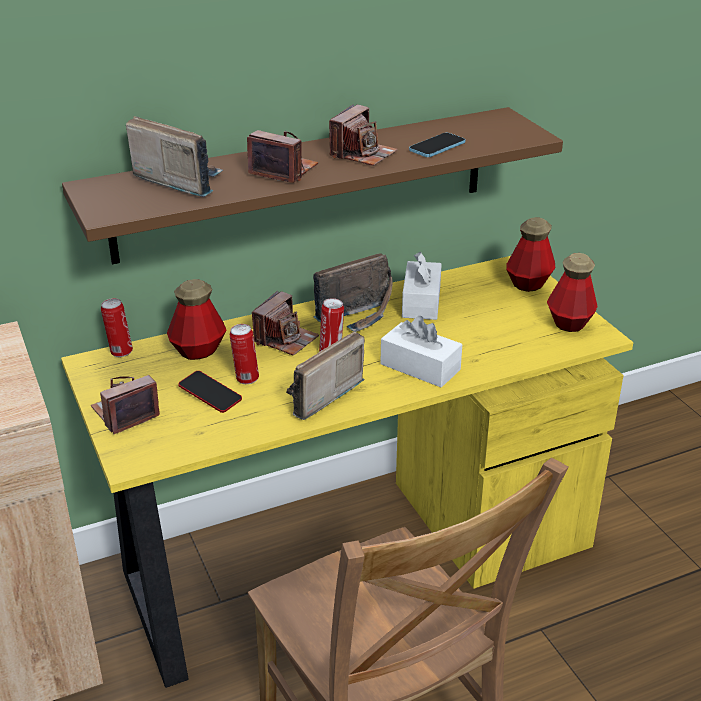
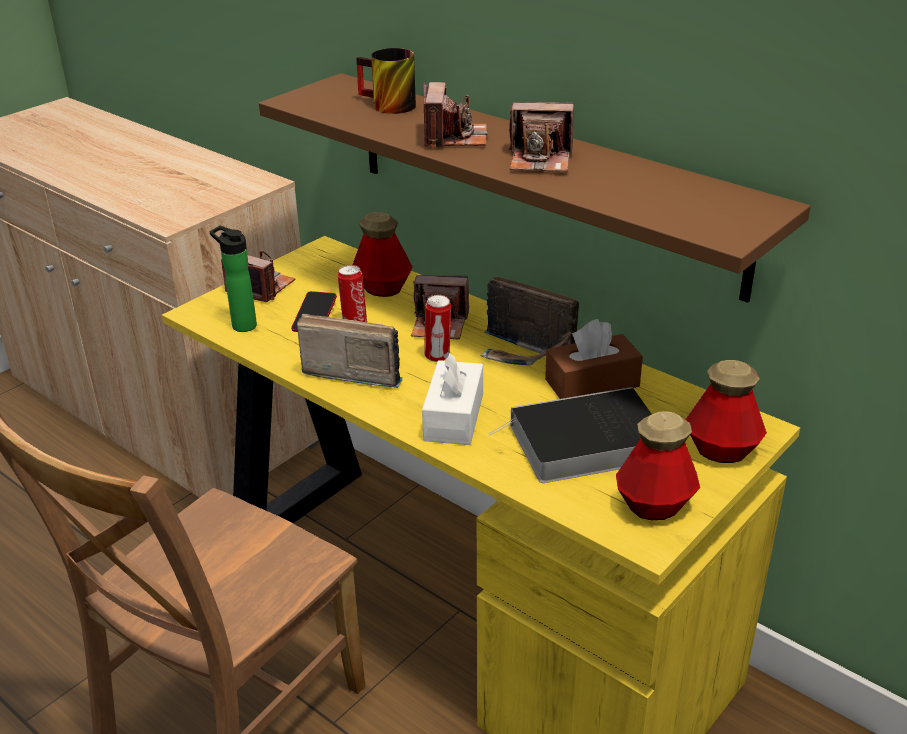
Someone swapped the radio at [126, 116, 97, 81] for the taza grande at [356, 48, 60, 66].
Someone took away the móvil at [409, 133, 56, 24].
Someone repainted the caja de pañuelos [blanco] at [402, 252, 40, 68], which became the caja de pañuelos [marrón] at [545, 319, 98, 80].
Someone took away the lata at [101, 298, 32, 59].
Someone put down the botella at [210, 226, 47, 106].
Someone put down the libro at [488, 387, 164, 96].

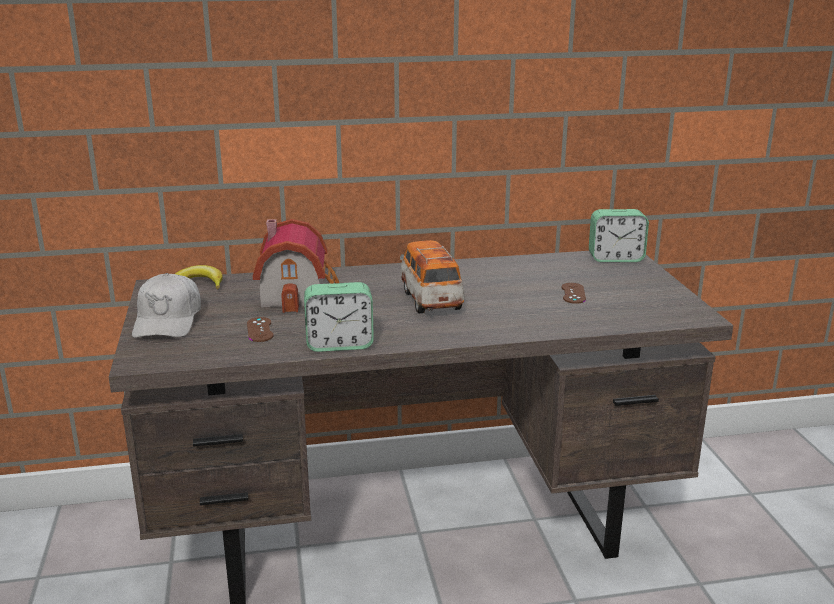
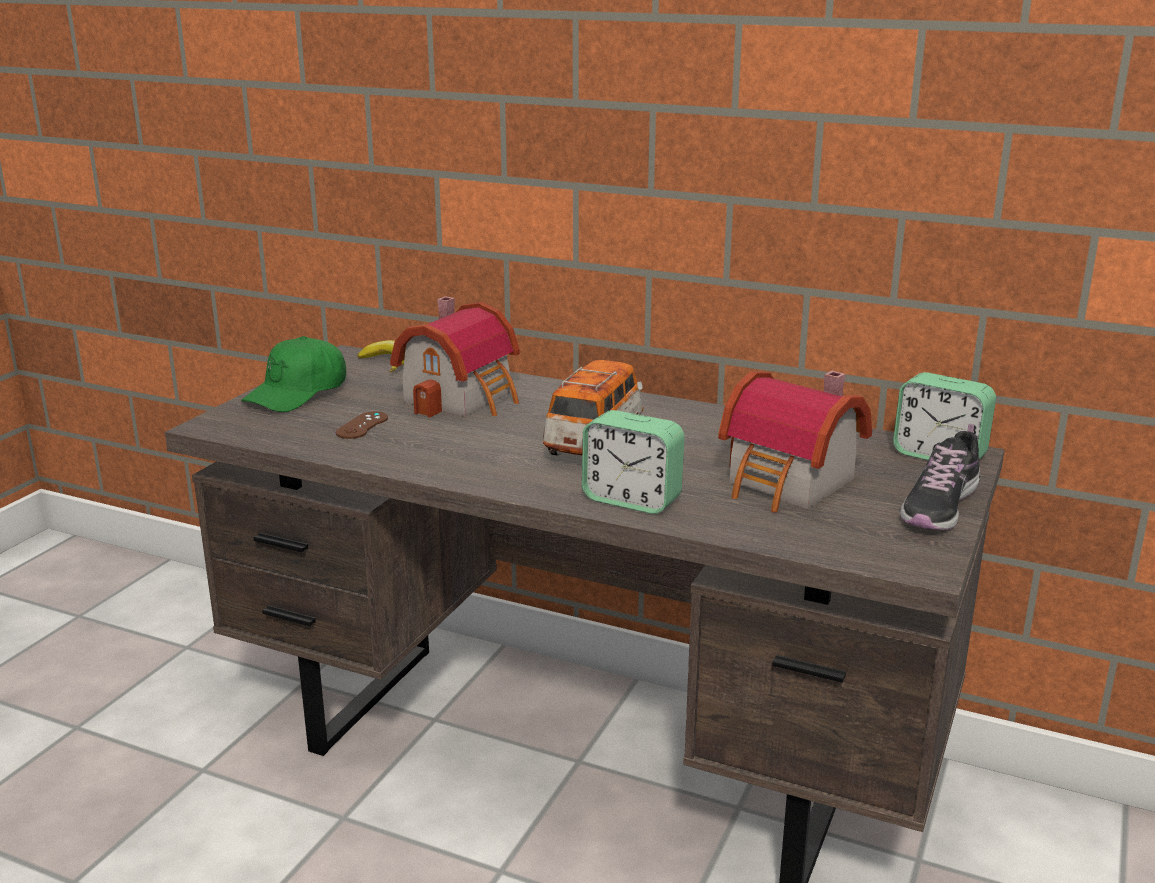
Someone repainted the gorra [blanco] at [132, 273, 69, 65], which became the gorra [verde] at [241, 336, 105, 76].
Someone carried the despertador from [304, 282, 70, 70] to [582, 410, 103, 104].
Someone swapped the mando de consola [marrón] at [561, 283, 25, 21] for the casita at [718, 371, 154, 141].
Someone put down the zapato at [900, 424, 80, 106].

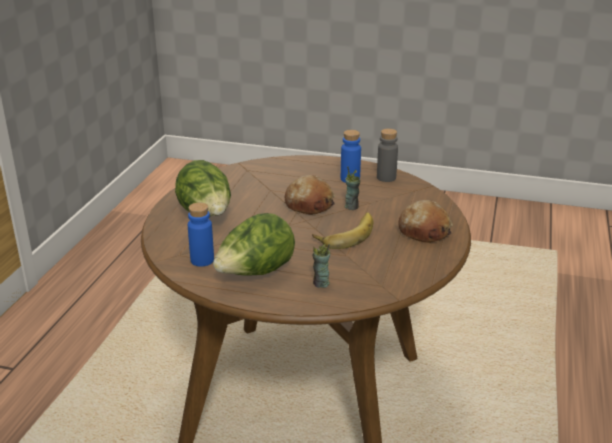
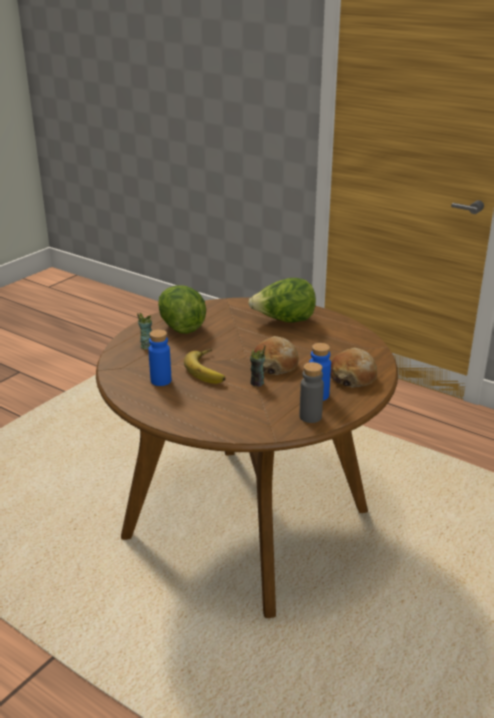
Someone carried the pan from [398, 200, 55, 43] to [331, 347, 46, 40].
Someone carried the botella [azul] from [188, 203, 26, 64] to [148, 329, 23, 57].

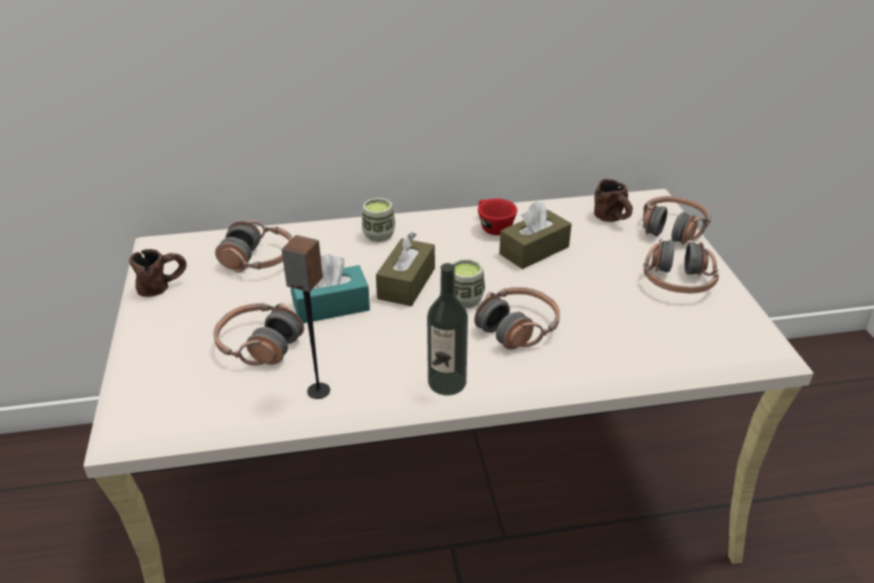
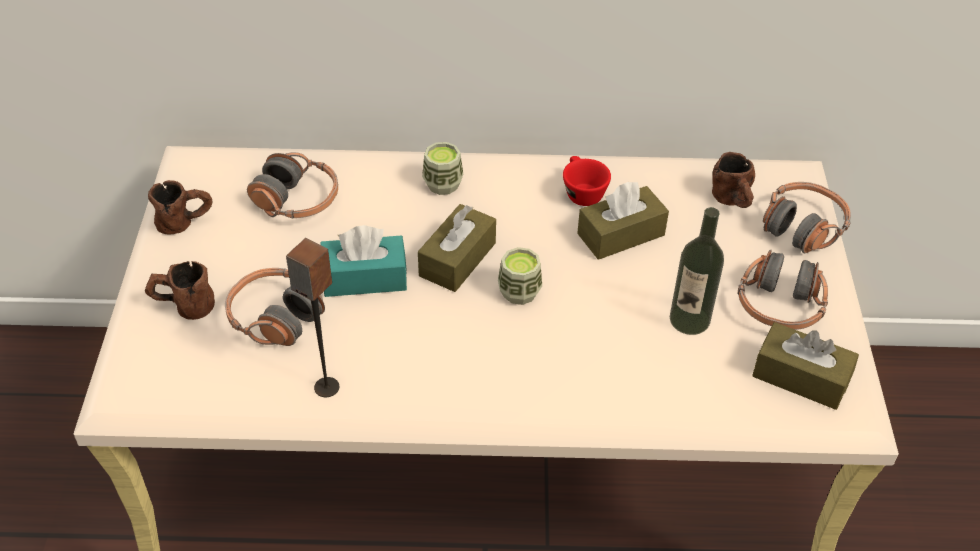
Someone carried the botella from [427, 263, 41, 132] to [670, 207, 54, 128].
Someone took away the auriculares at [474, 287, 86, 63].
Someone put down the taza grande [marrón] at [145, 261, 70, 59].
Someone put down the caja de pañuelos [marrón] at [752, 322, 107, 88].

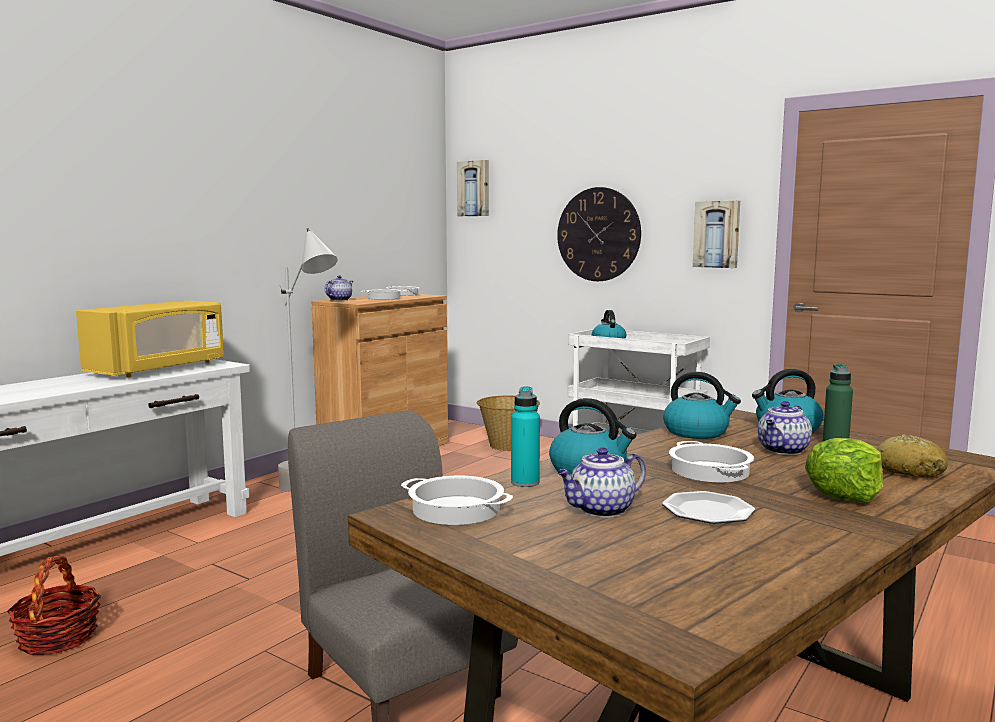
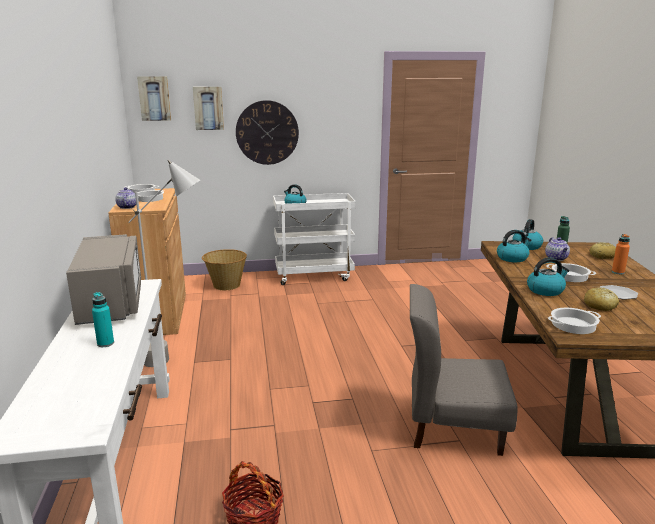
Someone carried the cuadro from [693, 201, 47, 67] to [193, 87, 31, 43].
Someone repainted the microondas [amarillo] at [76, 301, 148, 76], which became the microondas [gris] at [66, 234, 75, 91].
Someone carried the botella [turquesa] from [511, 386, 29, 101] to [92, 292, 22, 55].
Someone swapped the lechuga at [805, 438, 78, 64] for the botella [naranja] at [612, 234, 18, 40].
Someone swapped the tetera at [557, 448, 89, 70] for the pan at [584, 287, 35, 24].

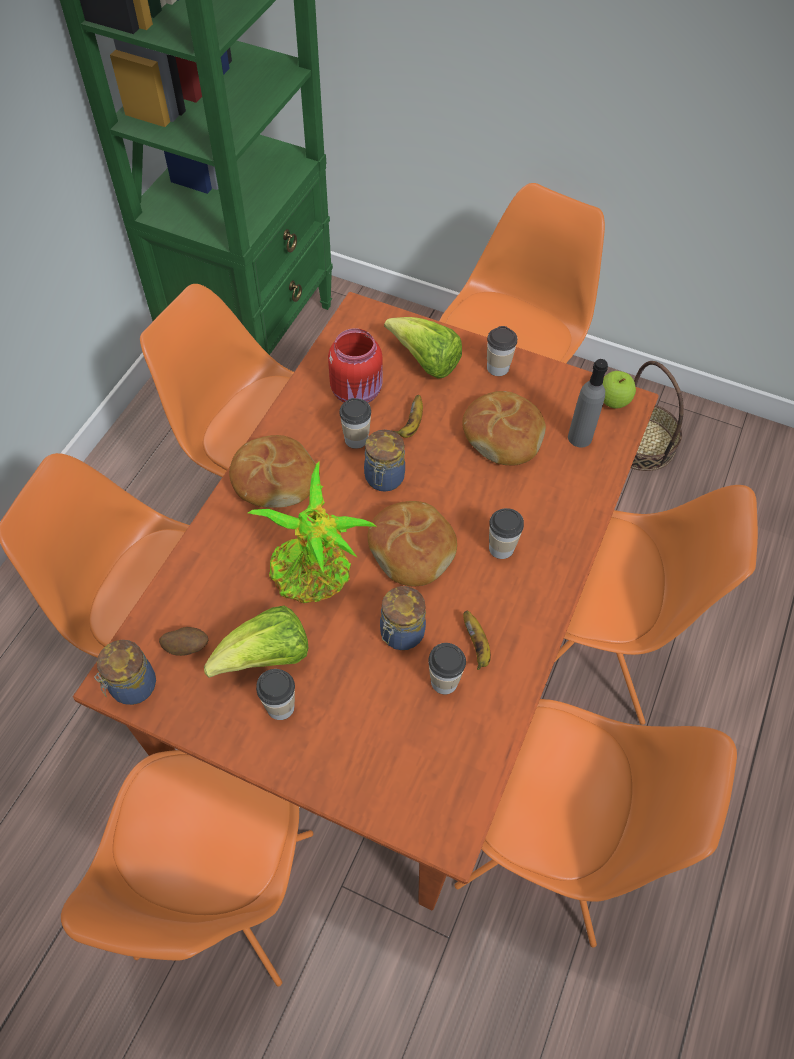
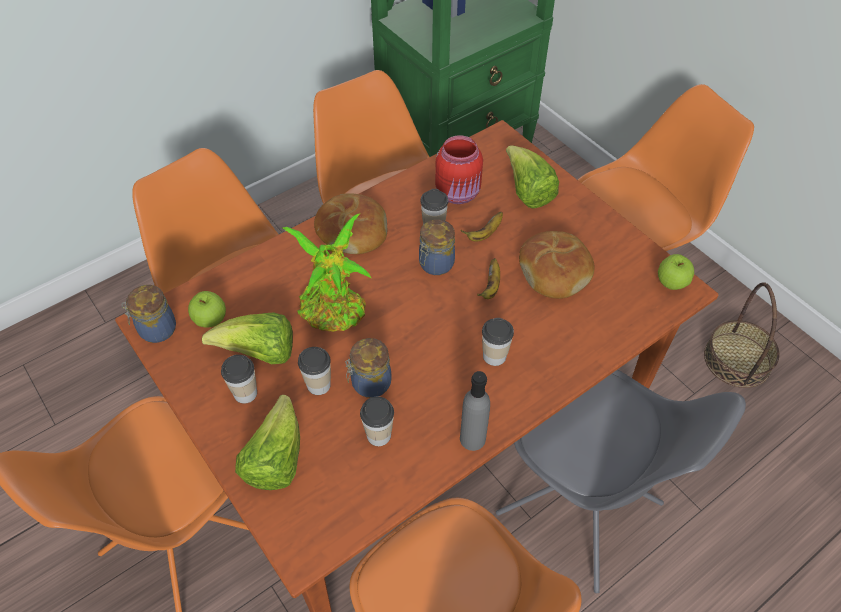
Someone carried the taza from [487, 326, 30, 50] to [298, 347, 33, 48].
Someone carried the botella [gris] from [568, 359, 40, 88] to [460, 371, 30, 80].
Someone repainted the silla [naranja] at [554, 485, 204, 240], which became the silla [gris] at [496, 370, 250, 223].
Someone took away the pan at [368, 501, 89, 85].
Someone carried the plátano from [463, 611, 28, 59] to [477, 258, 23, 41].
Someone swapped the patata at [159, 627, 49, 29] for the manzana at [188, 291, 38, 36].
Someone put down the lechuga at [235, 395, 65, 95].

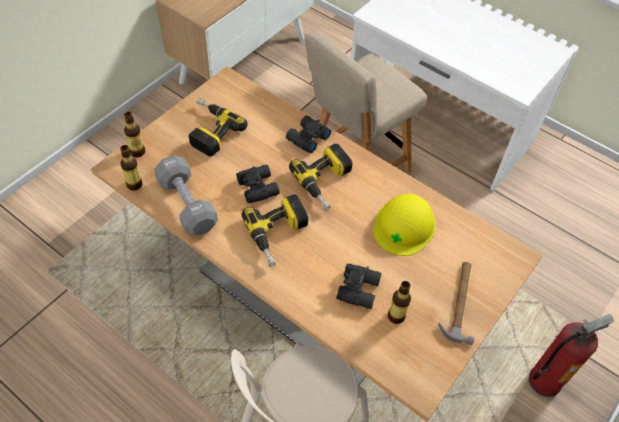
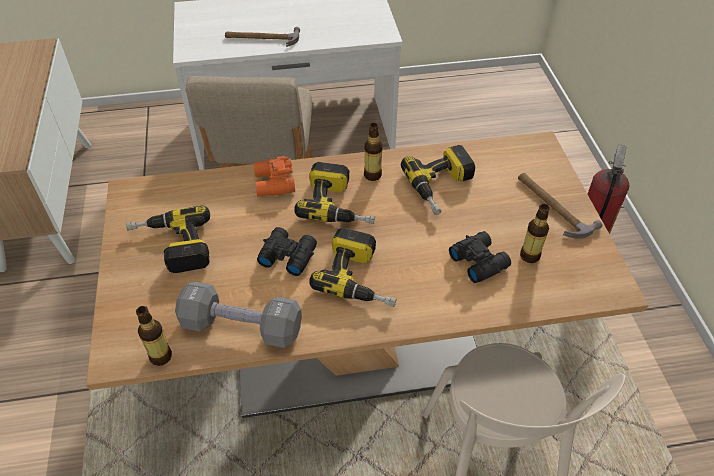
Someone carried the botella from [124, 112, 21, 45] to [364, 123, 19, 58].
Someone repainted the prismáticos [negro] at [286, 115, 45, 38], which became the prismáticos [naranja] at [254, 156, 41, 41].
Someone swapped the casco [amarillo] at [373, 194, 63, 62] for the taladro at [401, 145, 74, 70].
Someone put down the martillo at [225, 27, 75, 20].

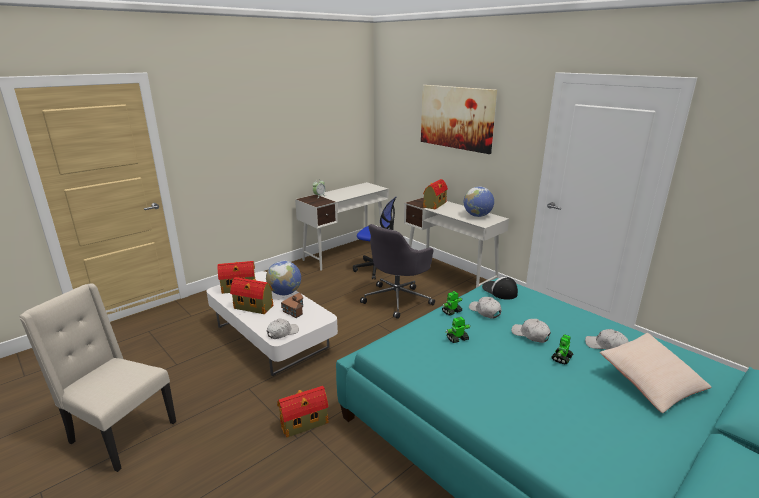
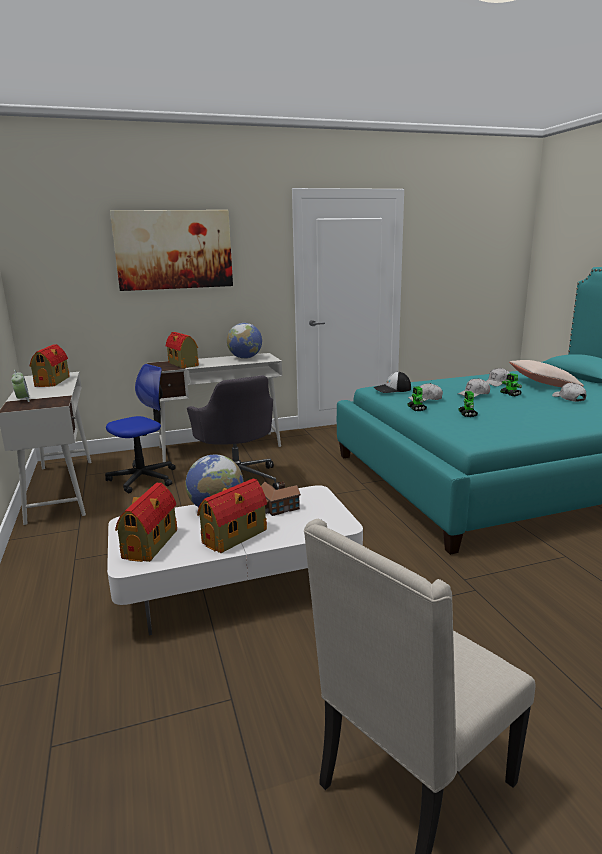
Someone carried the gorra [blanco] from [267, 319, 32, 20] to [552, 383, 34, 19].
Someone carried the casita from [277, 386, 51, 52] to [29, 344, 41, 43].

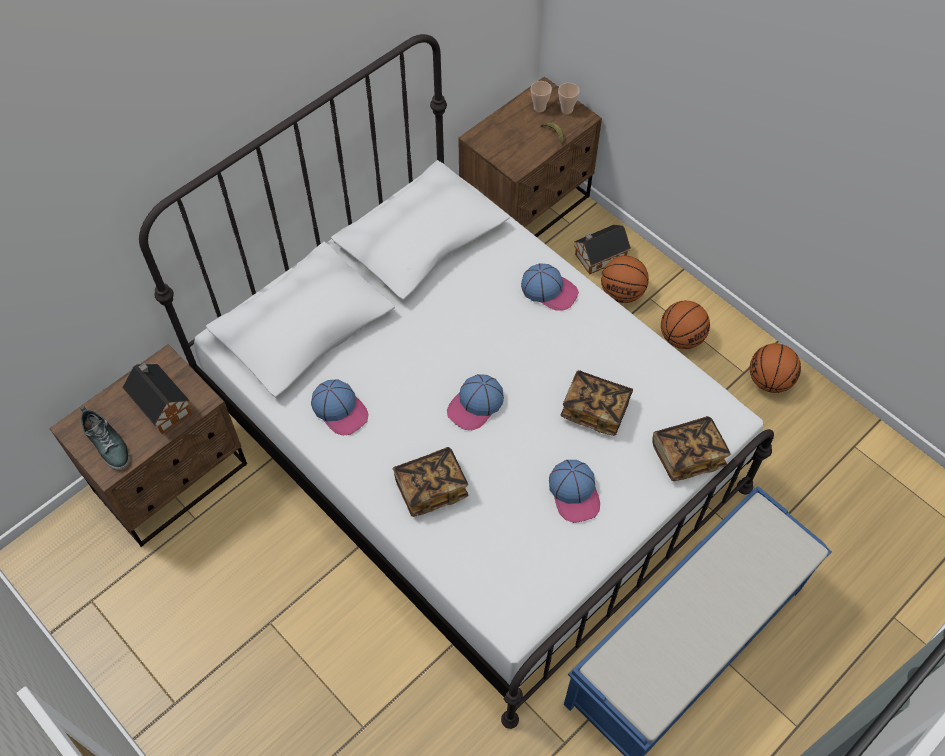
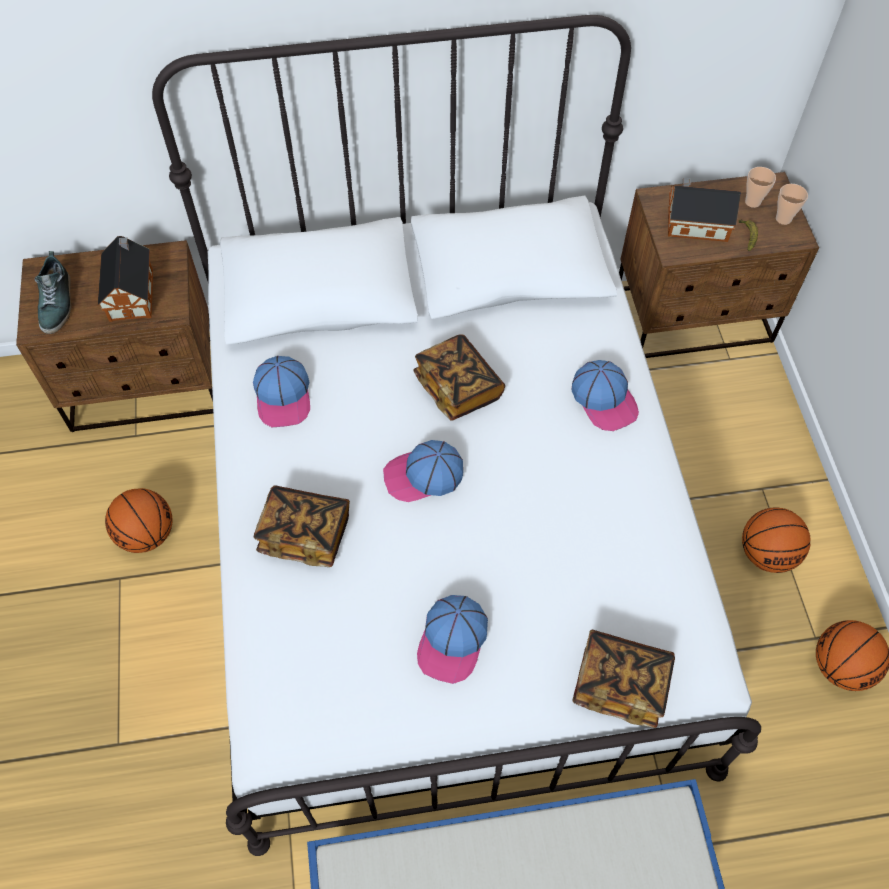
Someone carried the casita from [574, 225, 57, 50] to [668, 178, 73, 64].
Someone carried the balón de baloncesto from [601, 256, 48, 47] to [105, 488, 67, 65].
Someone carried the libro from [561, 370, 72, 66] to [413, 334, 92, 87].

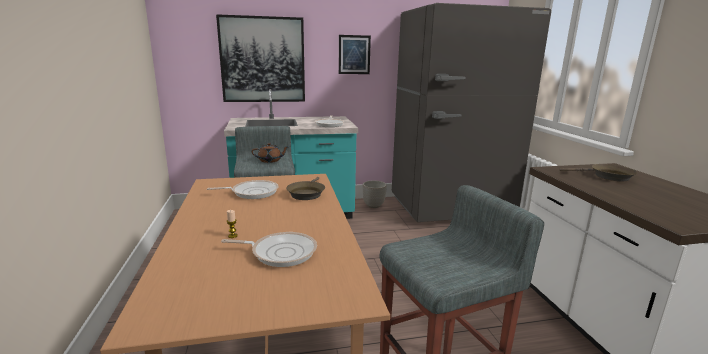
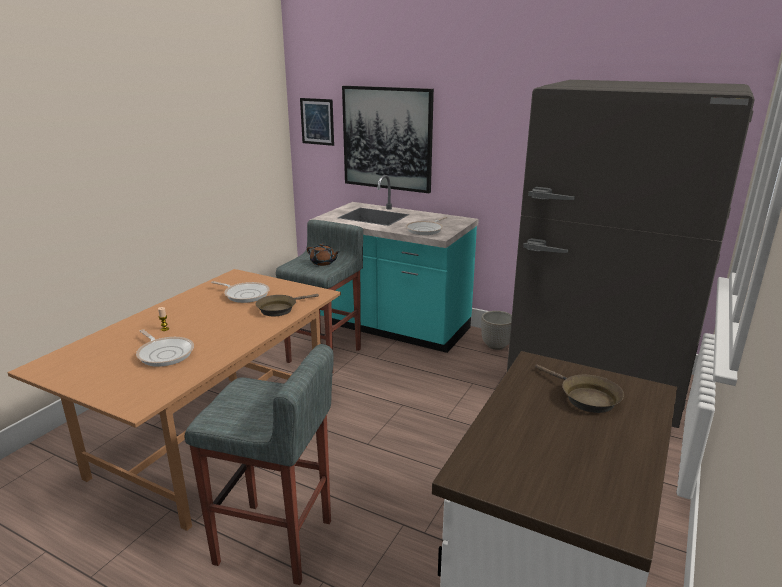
Someone carried the cuadro from [339, 35, 32, 39] to [300, 98, 34, 48].

